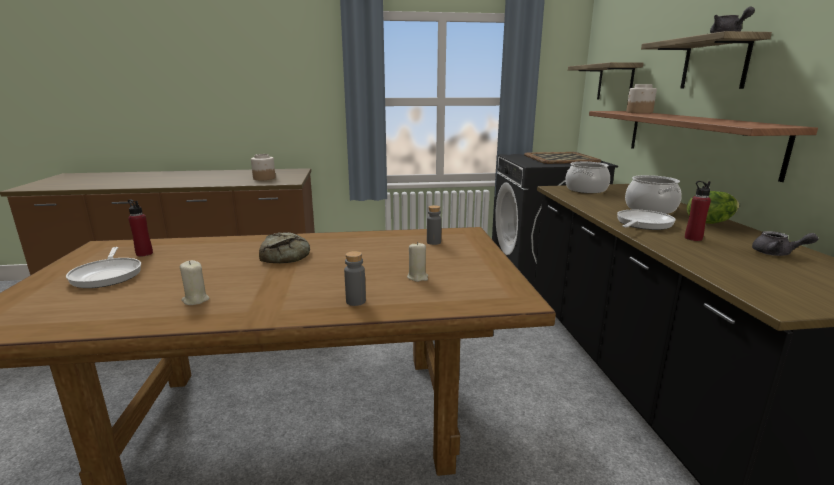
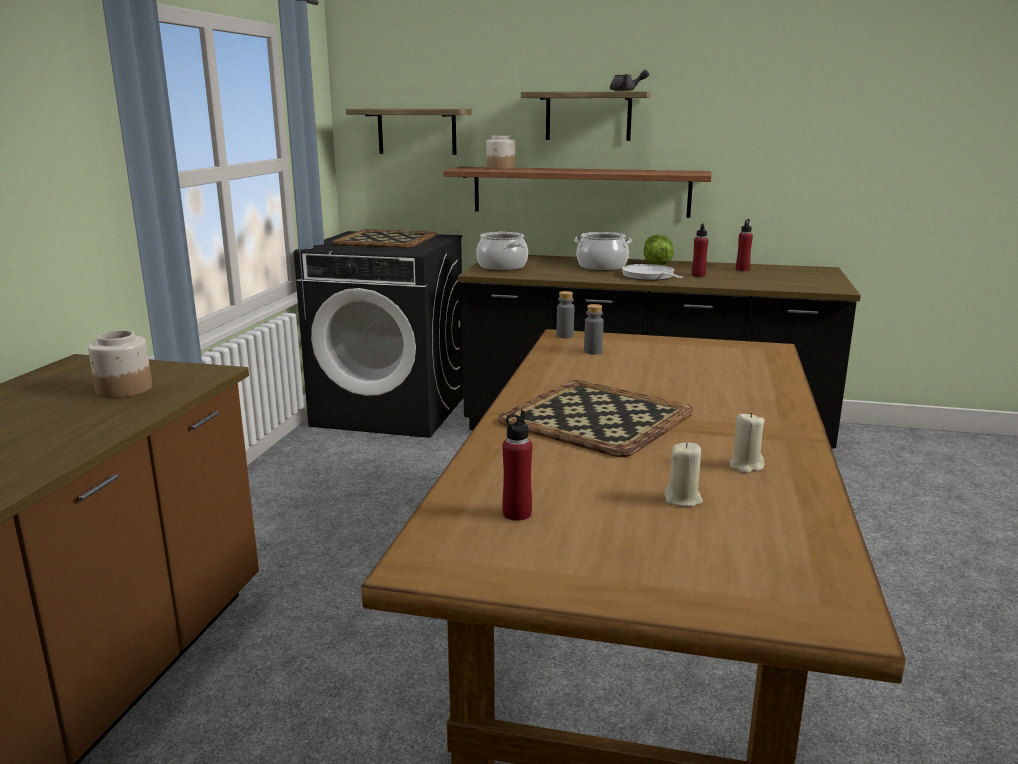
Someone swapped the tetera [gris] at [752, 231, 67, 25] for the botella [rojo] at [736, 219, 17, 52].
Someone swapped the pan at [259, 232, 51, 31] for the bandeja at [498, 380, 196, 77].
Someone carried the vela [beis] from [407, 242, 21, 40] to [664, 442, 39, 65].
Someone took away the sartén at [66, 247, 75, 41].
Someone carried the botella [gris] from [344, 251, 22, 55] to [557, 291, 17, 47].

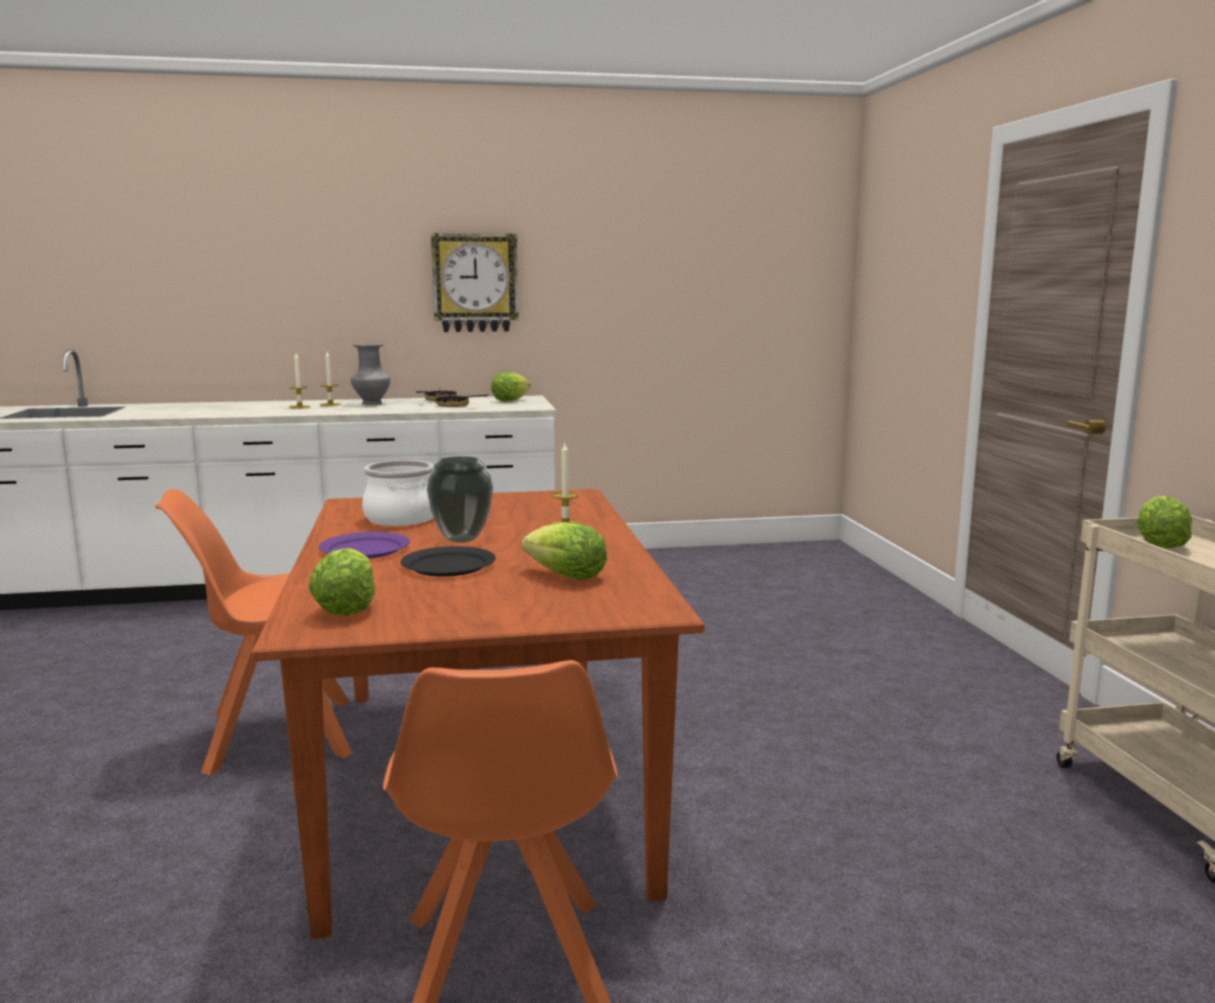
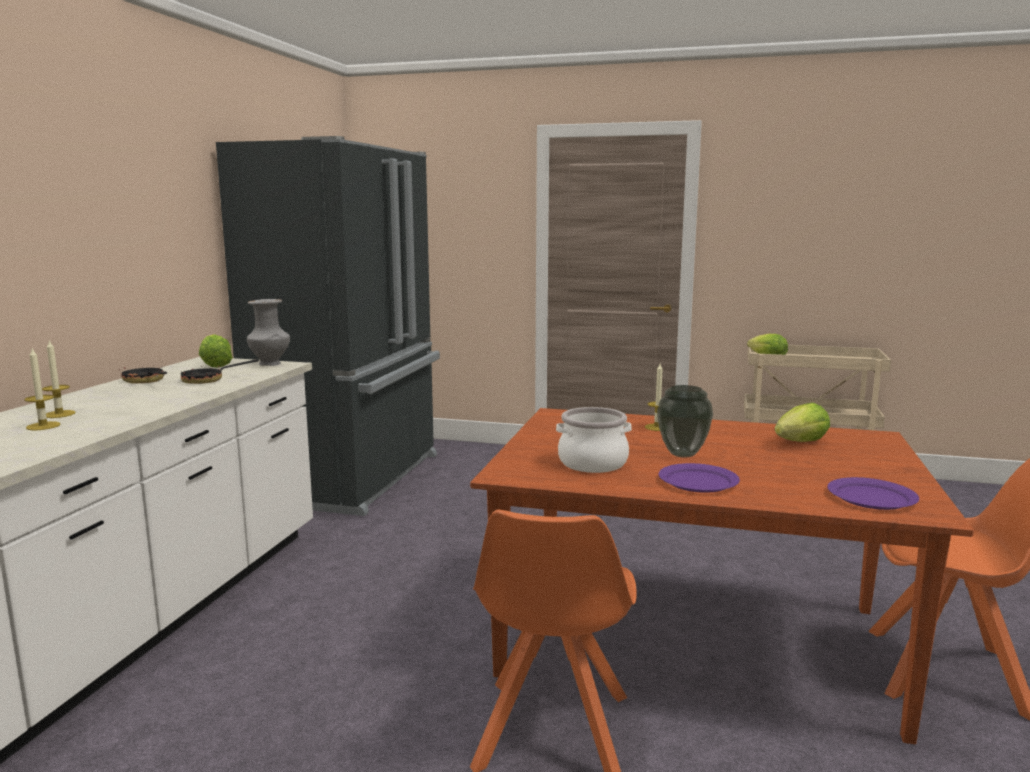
Someone took away the reloj de pared at [431, 233, 88, 99].
Someone carried the florero [gris] from [351, 343, 39, 62] to [247, 299, 43, 67].
Someone took away the plato [negro] at [401, 546, 95, 30].
Someone swapped the lechuga at [309, 548, 67, 68] for the plato [morado] at [827, 477, 92, 33].
Someone put down the nevera [negro] at [216, 136, 224, 380].

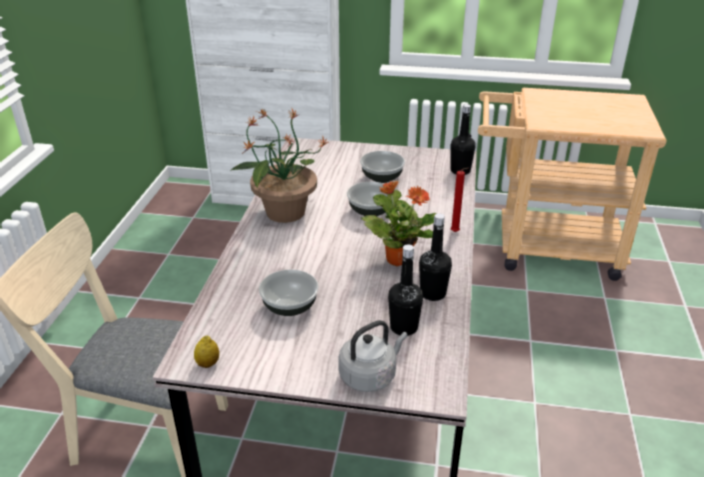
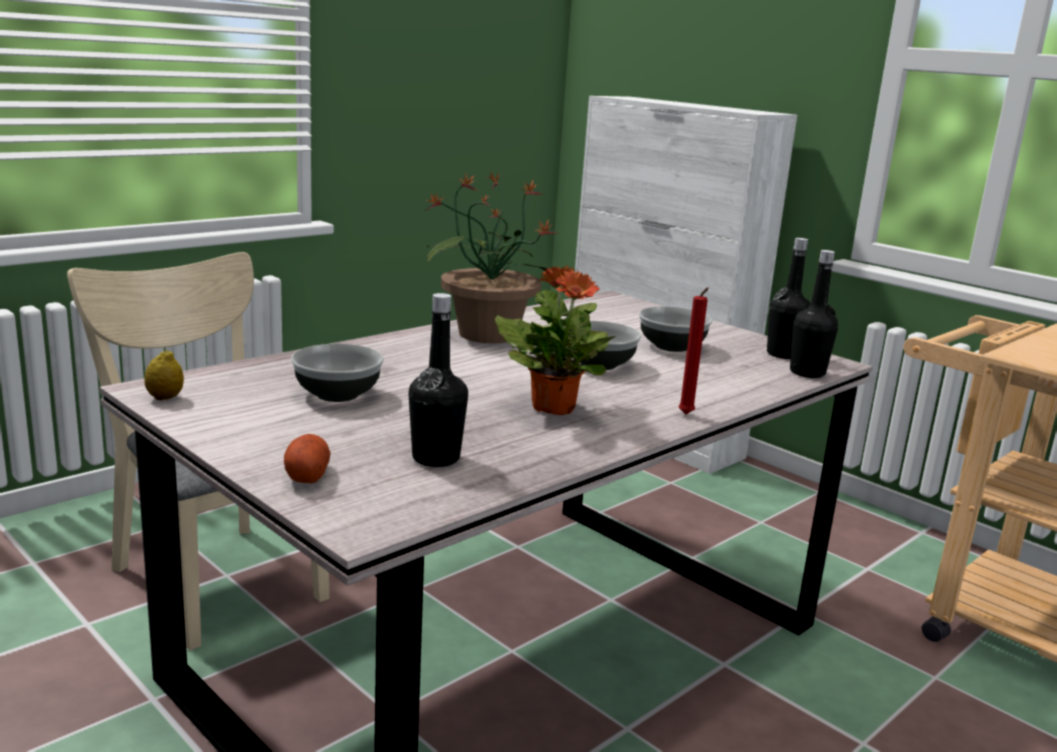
Someone carried the botella [negro] from [419, 213, 33, 88] to [767, 238, 44, 121].
Someone swapped the hervidor [gris] at [338, 320, 70, 72] for the patata at [284, 434, 46, 49].

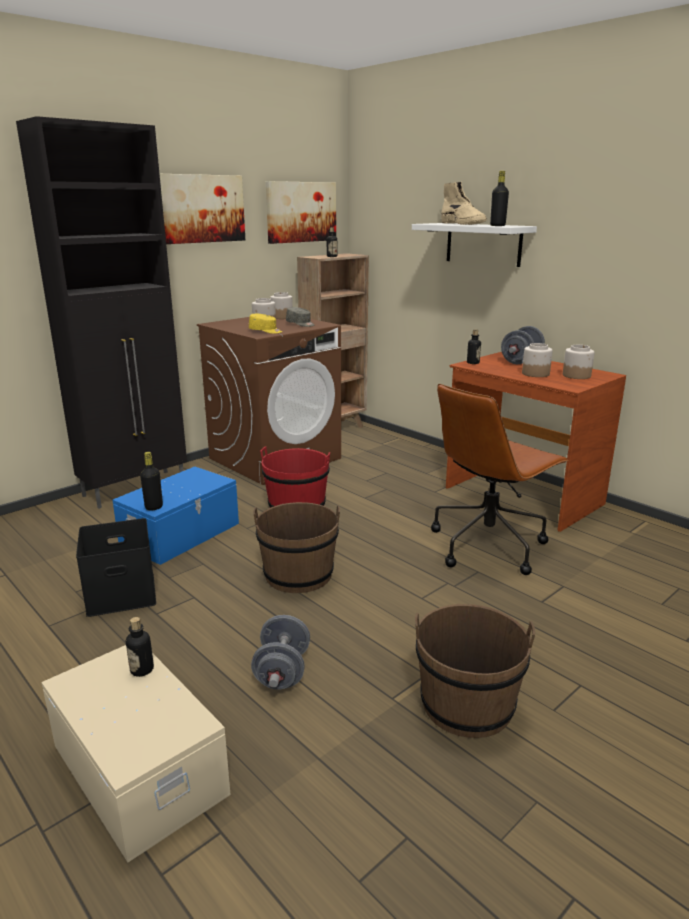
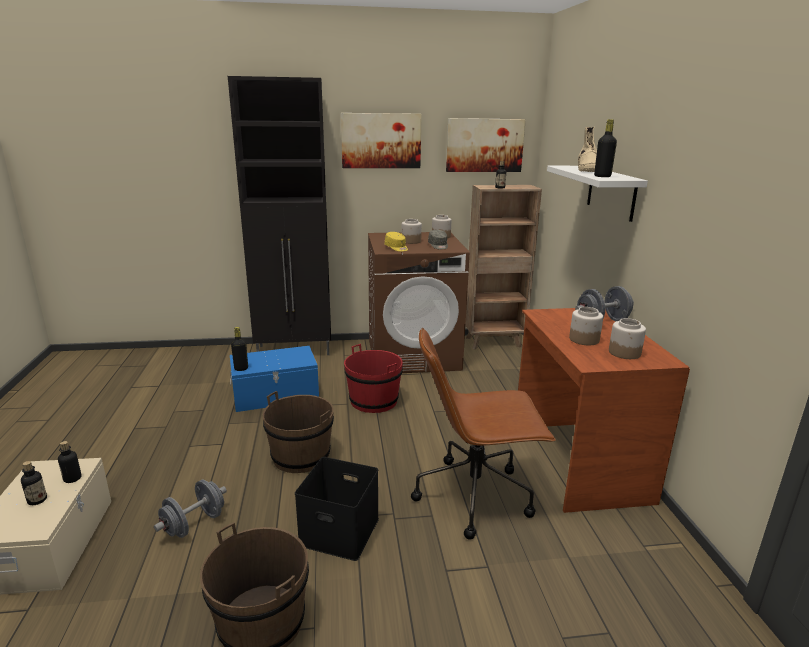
Someone carried the botella from [467, 329, 14, 35] to [21, 461, 26, 44].
Someone carried the caja de almacenaje [negro] from [76, 518, 80, 99] to [295, 457, 84, 104].

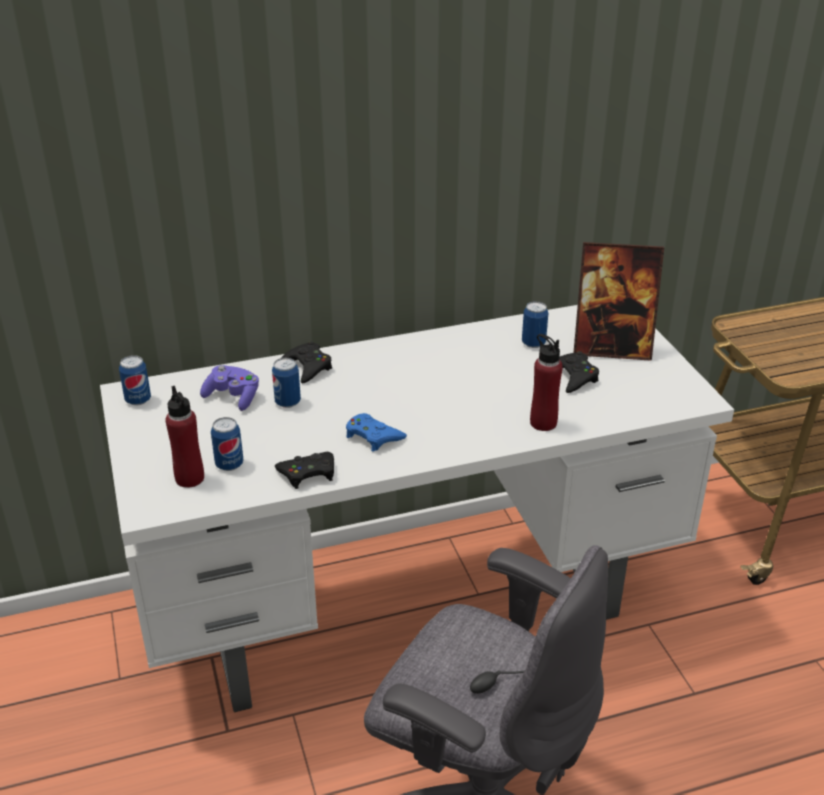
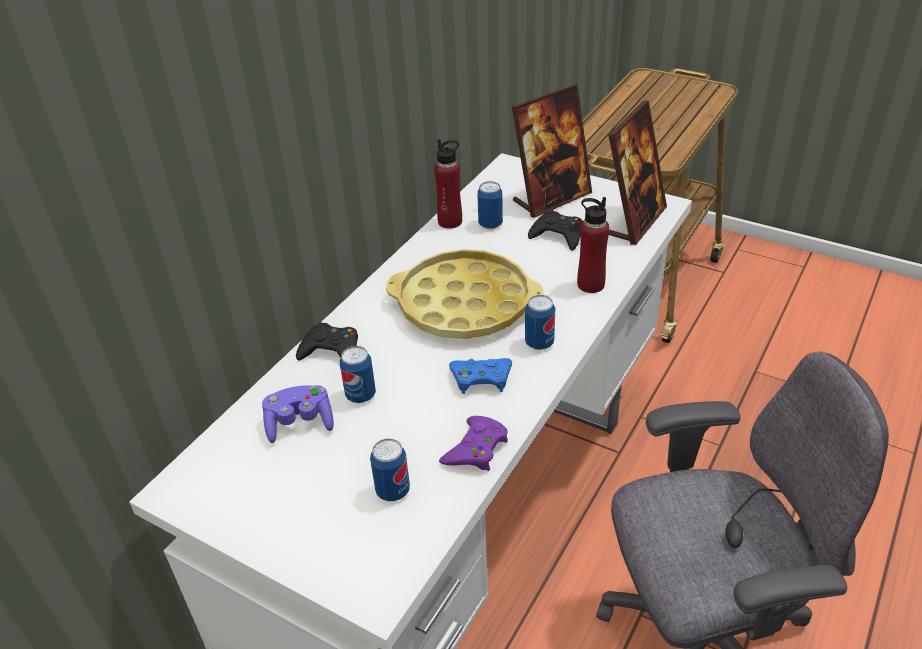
Someone carried the lata from [119, 355, 32, 51] to [525, 295, 30, 55].
Someone carried the botella [rojo] from [165, 386, 39, 102] to [434, 139, 28, 90].
Someone repainted the mando de consola [negro] at [275, 452, 59, 37], which became the mando de consola [morado] at [439, 416, 69, 55].
Someone put down the portarretratos at [608, 100, 59, 145].
Someone put down the bandeja [amarillo] at [386, 249, 157, 90].

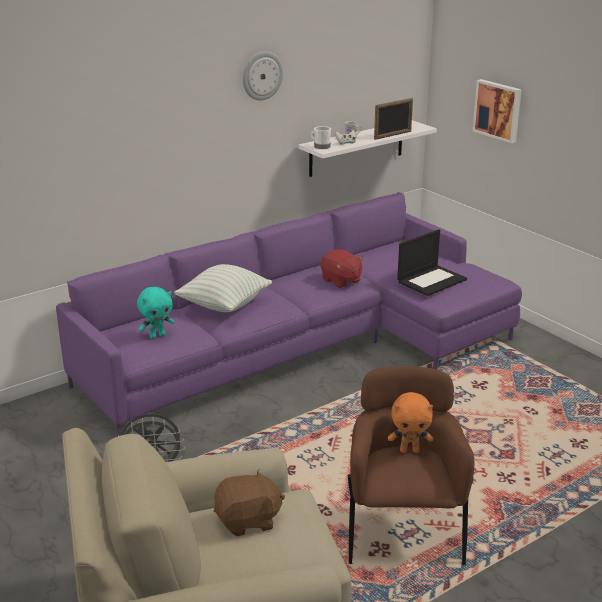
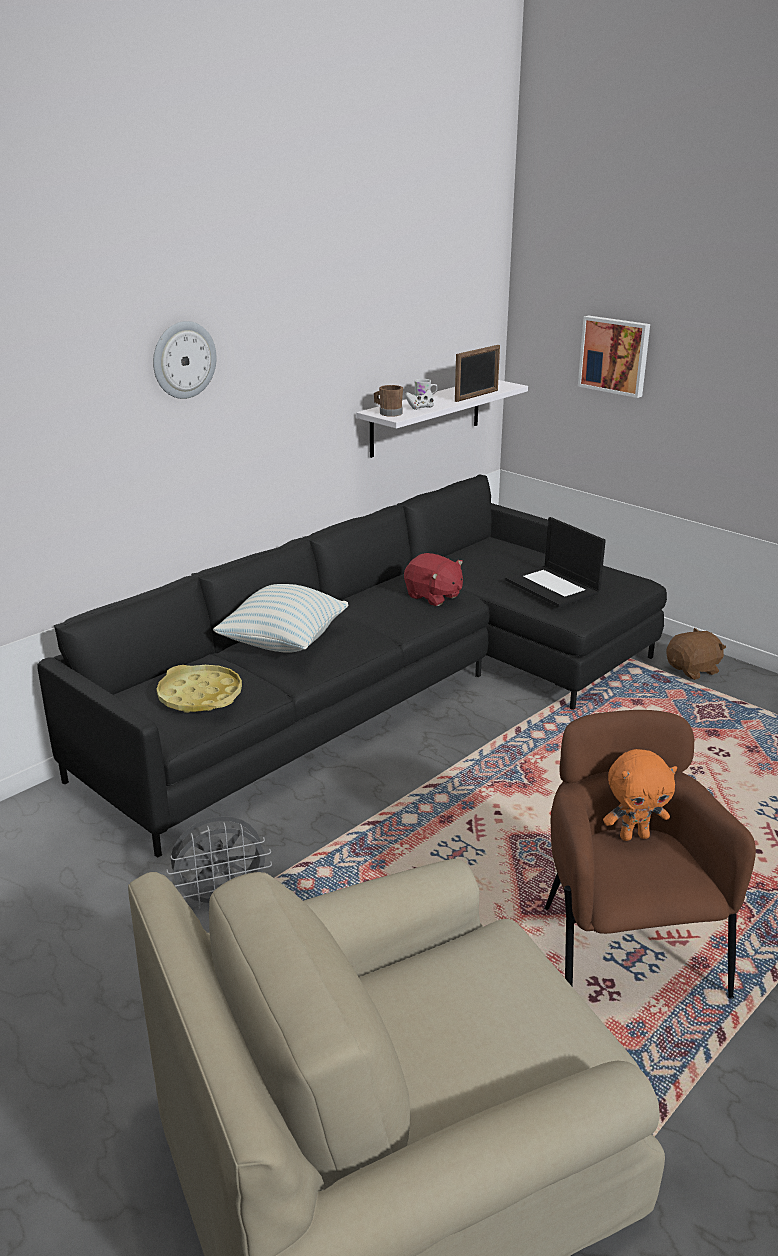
Someone carried the reloj de pared from [243, 51, 40, 50] to [153, 321, 64, 78].
Someone repainted the taza grande [blanco] at [311, 126, 20, 23], which became the taza grande [marrón] at [374, 385, 29, 32].
Someone repainted the sofá [morado] at [56, 192, 466, 245], which became the sofá [negro] at [37, 474, 630, 384].
Someone rotated the portátil at [397, 229, 70, 67] by 105 degrees clockwise.
Someone swapped the peluche [turquesa] at [137, 287, 37, 52] for the bandeja [amarillo] at [156, 665, 86, 48].
Someone carried the peluche [marrón] from [214, 469, 71, 67] to [666, 628, 60, 52].

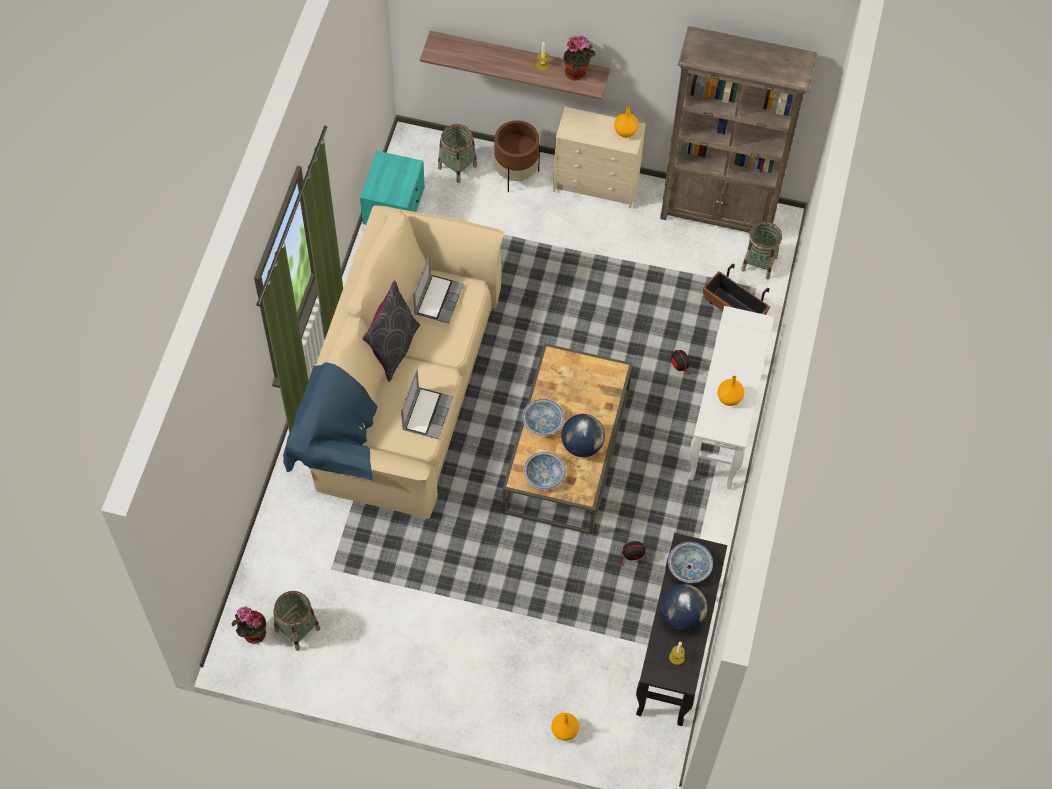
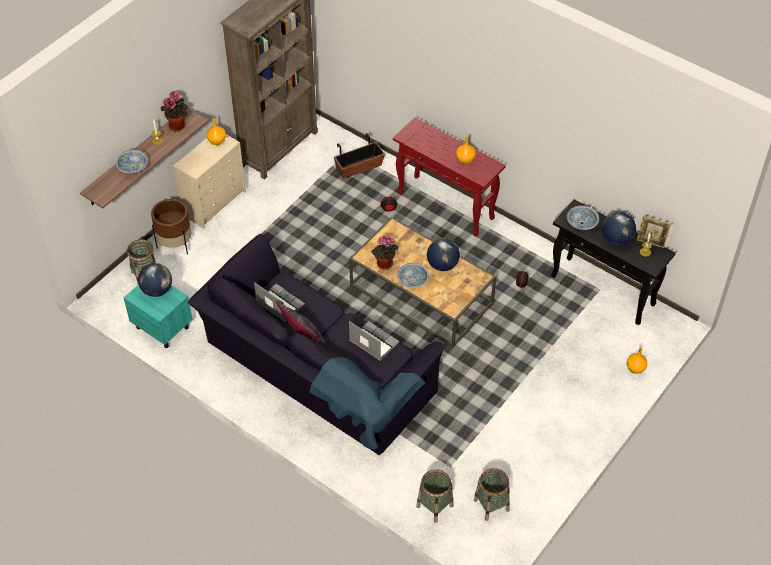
Someone repainted the sofá [beis] at [283, 205, 221, 314], which became the sofá [negro] at [187, 234, 258, 221].
Someone carried the cesta from [741, 222, 41, 57] to [416, 469, 38, 54].
Someone repainted the mesa consola [blanco] at [688, 306, 86, 183], which became the mesa consola [rojo] at [393, 117, 113, 120].
Someone carried the cuenco from [524, 452, 42, 38] to [115, 149, 33, 25].
Someone carried the planta en maceta from [231, 606, 35, 38] to [371, 236, 28, 34].
Someone put down the portarretratos at [637, 216, 34, 32].
Someone put down the globo terráqueo at [138, 263, 34, 34].

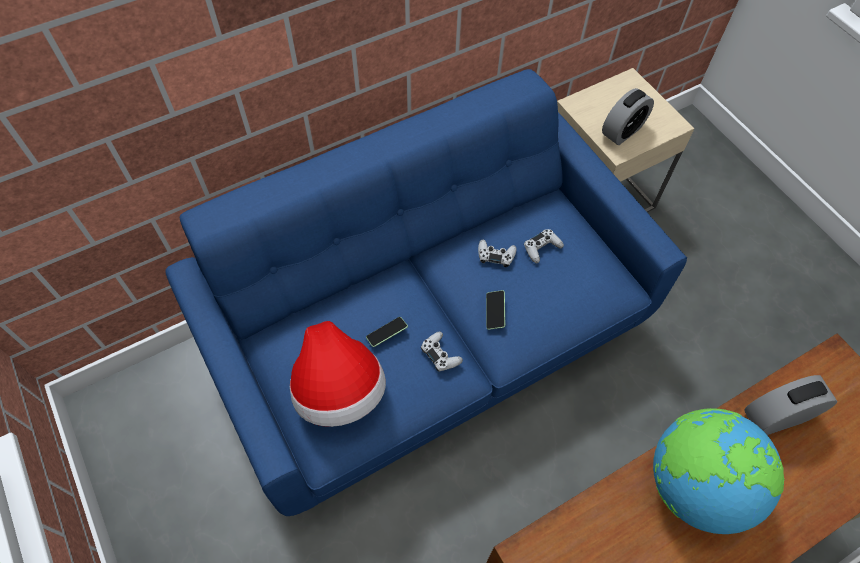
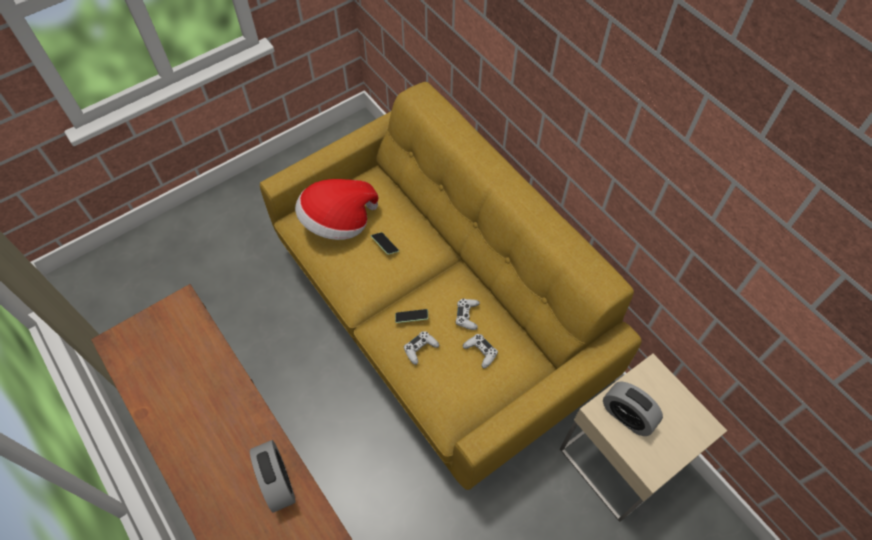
Someone repainted the sofá [azul] at [165, 69, 522, 447], which became the sofá [amarillo] at [260, 82, 382, 408].
Someone carried the mando de consola [blanco] from [421, 332, 42, 40] to [404, 331, 35, 34].
Someone took away the globo terráqueo at [653, 408, 131, 126].

